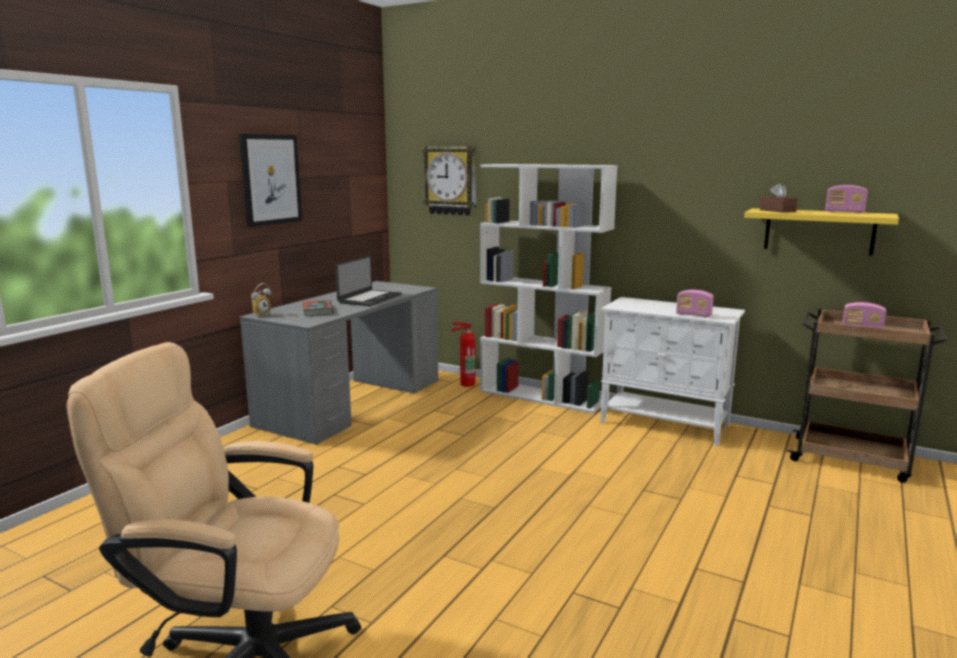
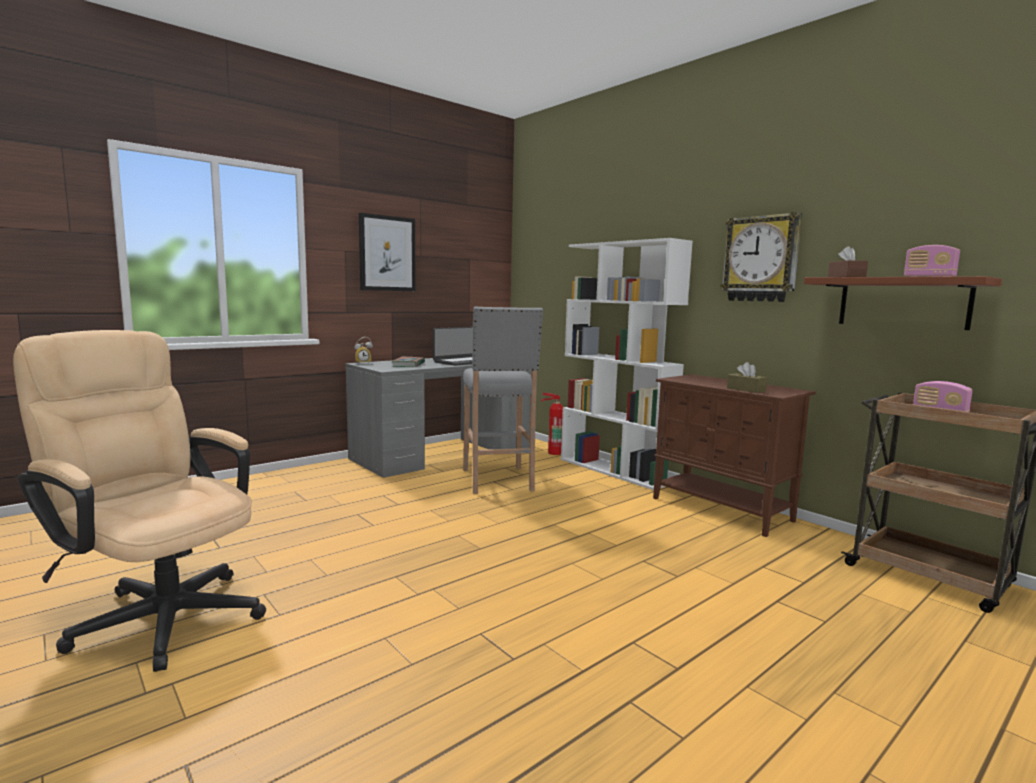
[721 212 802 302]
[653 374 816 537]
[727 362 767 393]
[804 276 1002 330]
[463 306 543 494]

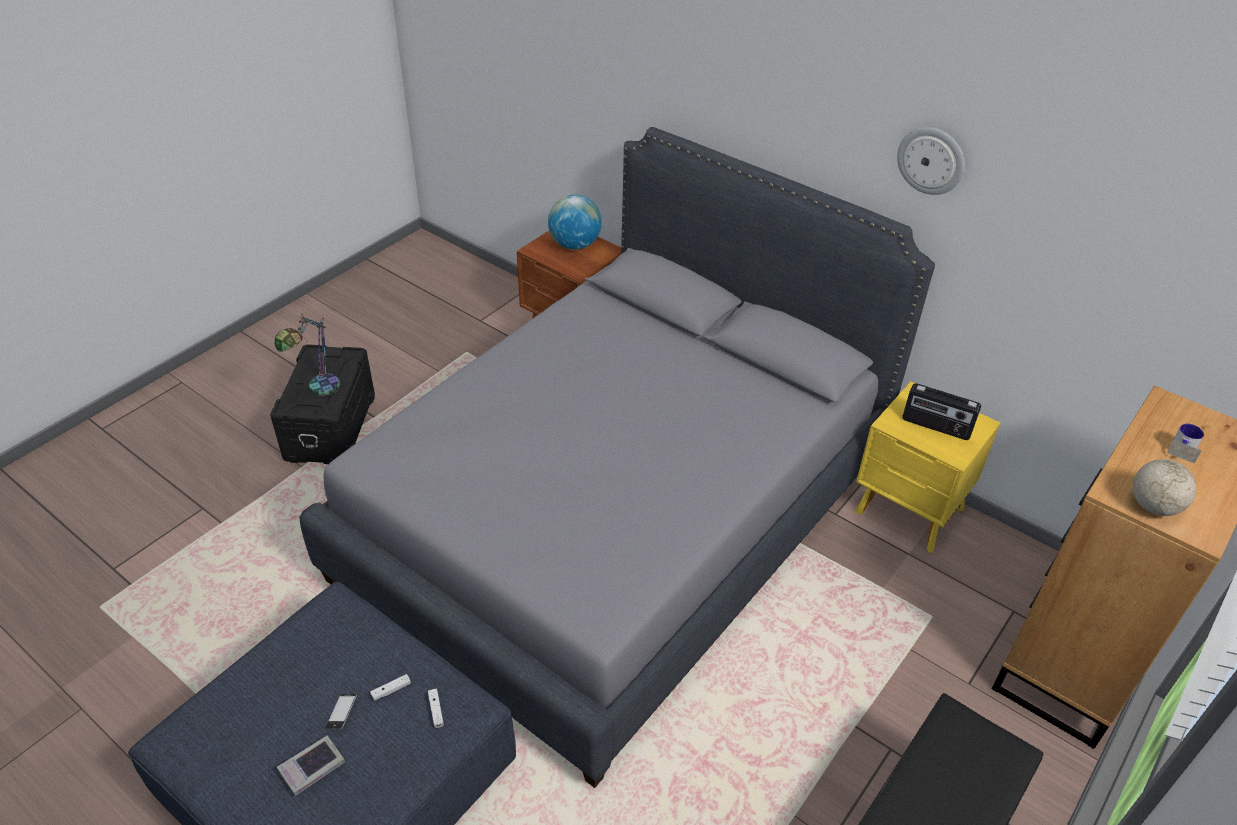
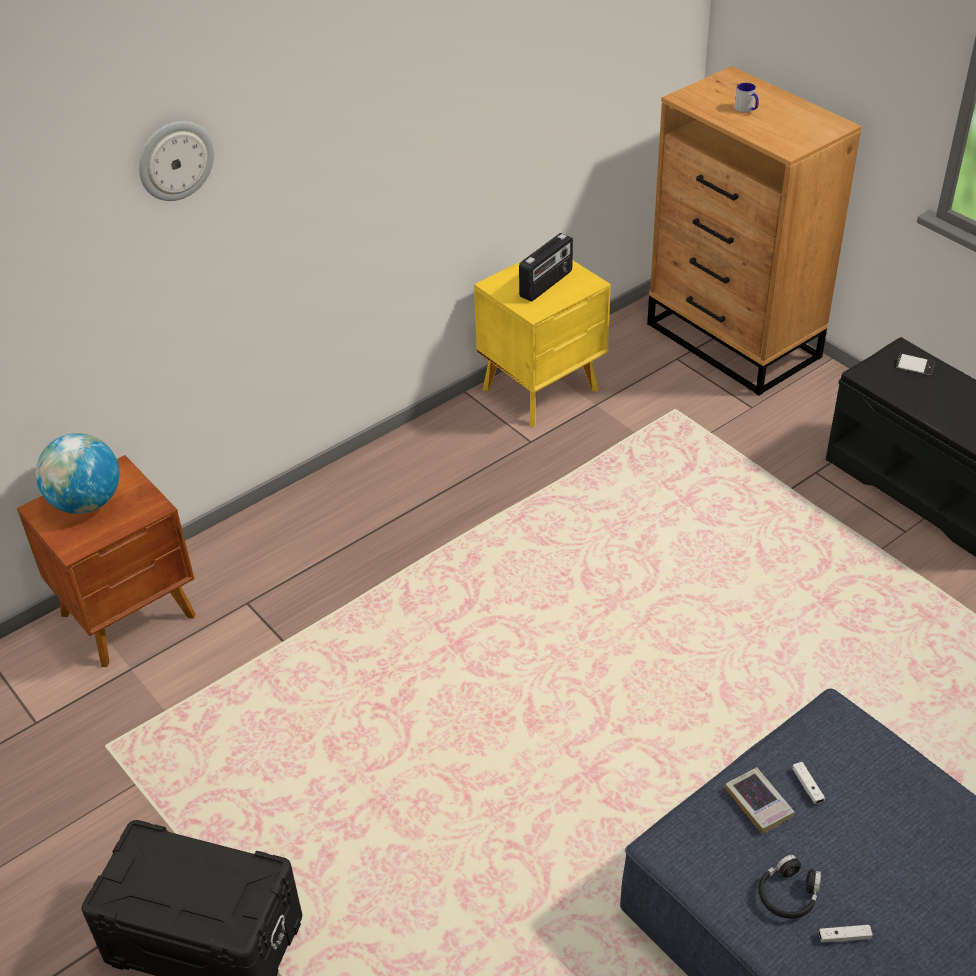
[274 314 340 396] (first image)
[725 767 795 834]
[300 127 935 788] (first image)
[896 353 935 375]
[819 925 873 943]
[139 121 214 201]
[1133 440 1202 516] (first image)
[759 855 821 919]

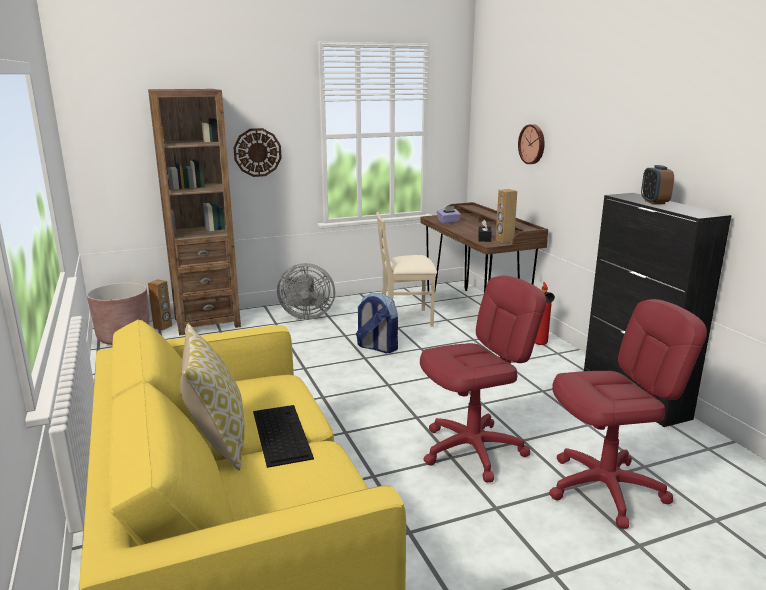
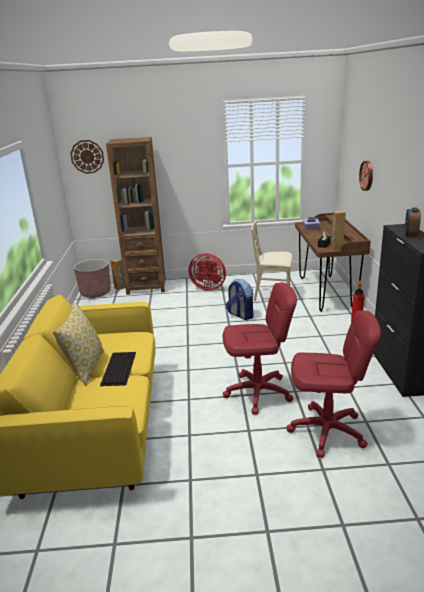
[70 140 104 174]
[189 253 226 291]

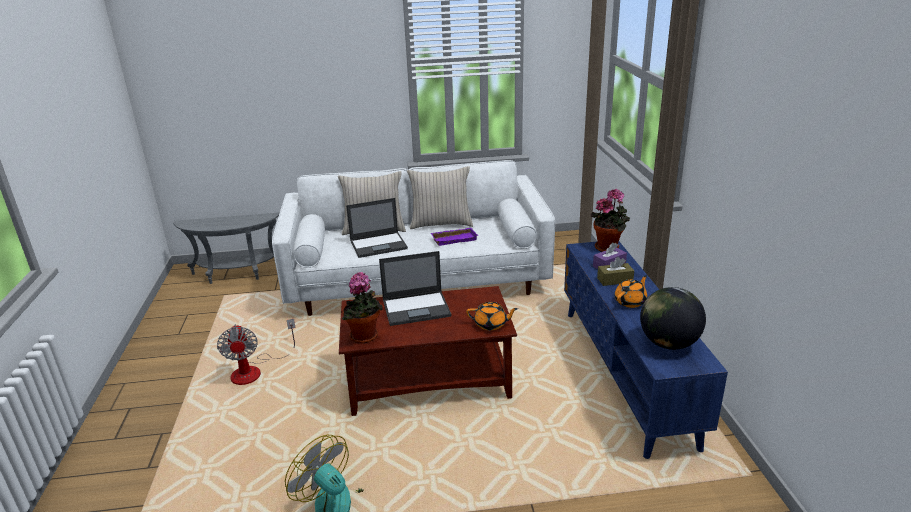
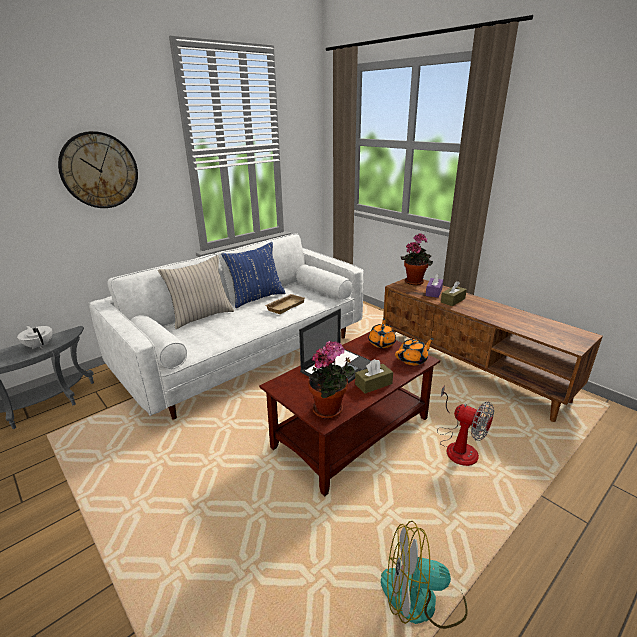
[437 385 494 466]
[346 198 408 258] (first image)
[221 242 286 308]
[265 294 305 314]
[383 279 603 422]
[368 318 396 348]
[640 287 706 350] (first image)
[17 326 52 349]
[58 131 138 208]
[355 359 393 394]

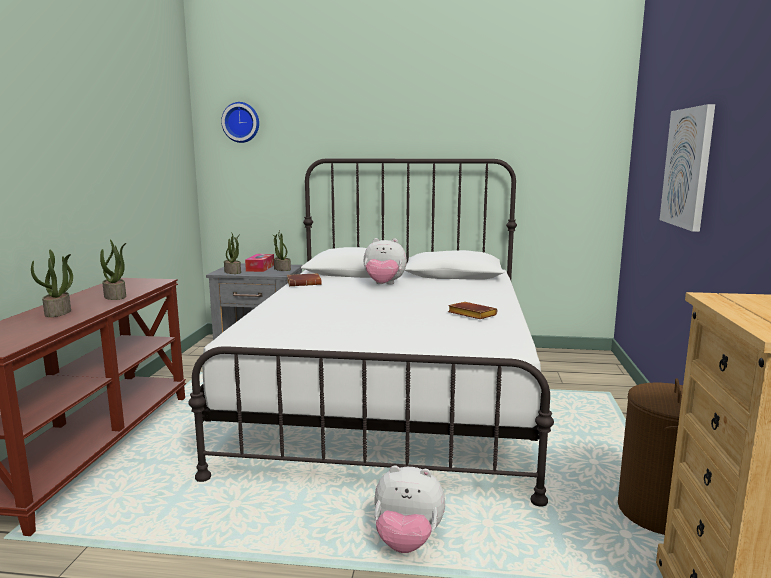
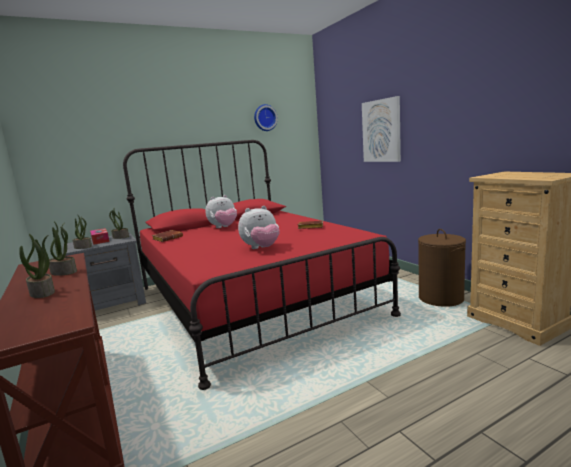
[123 140 401 390]
[254 104 278 131]
[238 206 280 249]

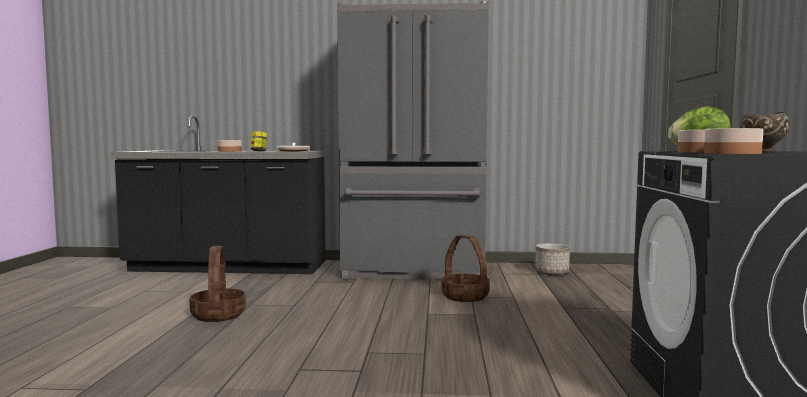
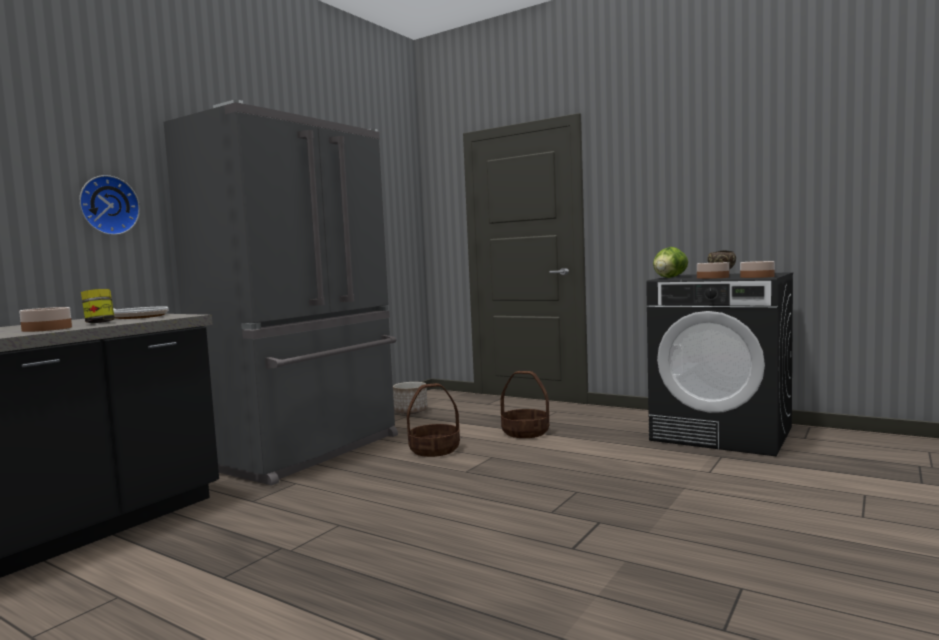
[500 371 549 438]
[79 175 140 235]

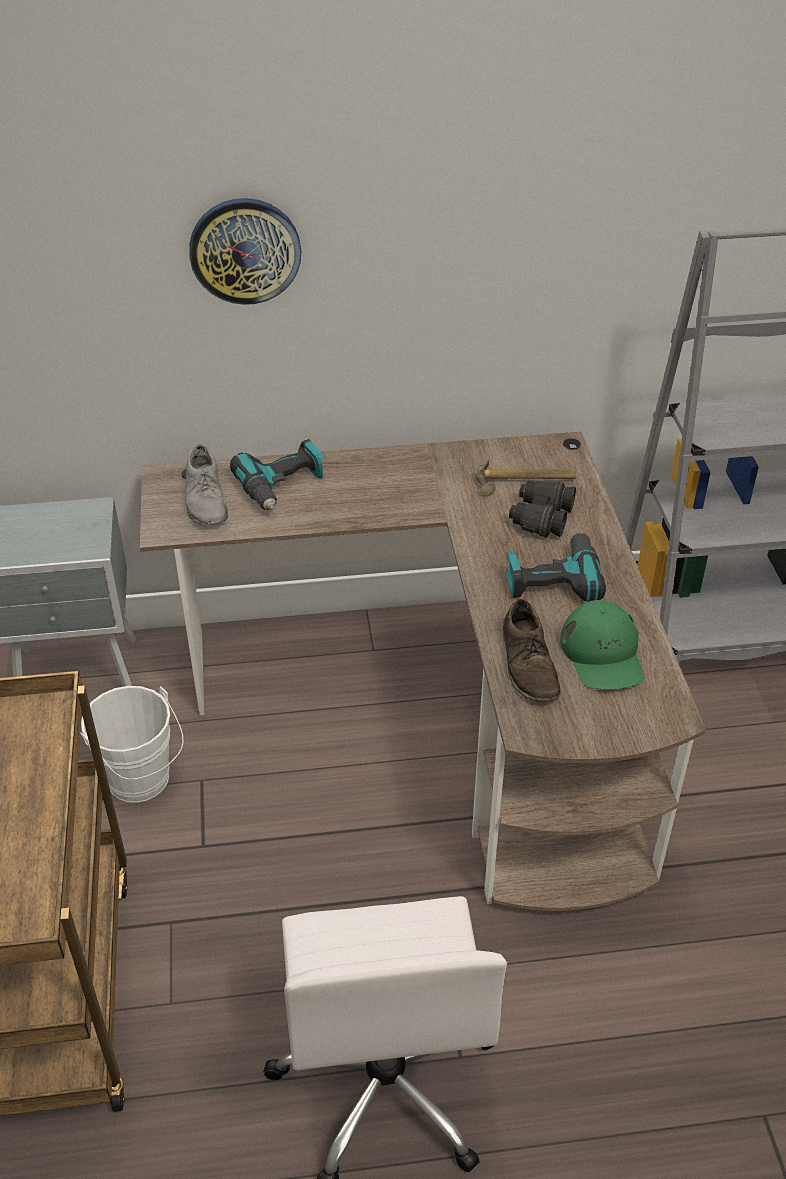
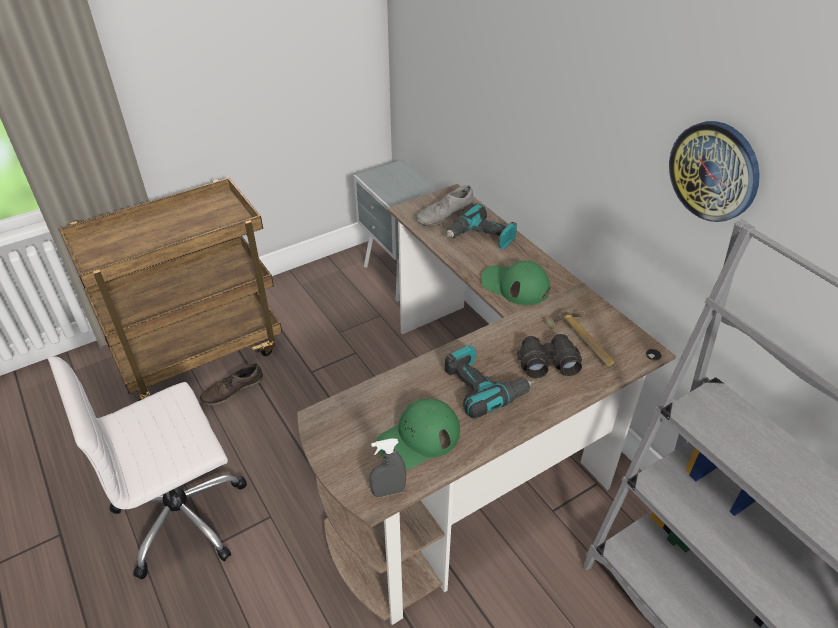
[80 686 184 802] (first image)
[669 121 760 222]
[200 363 263 405]
[369 438 406 497]
[481 260 550 305]

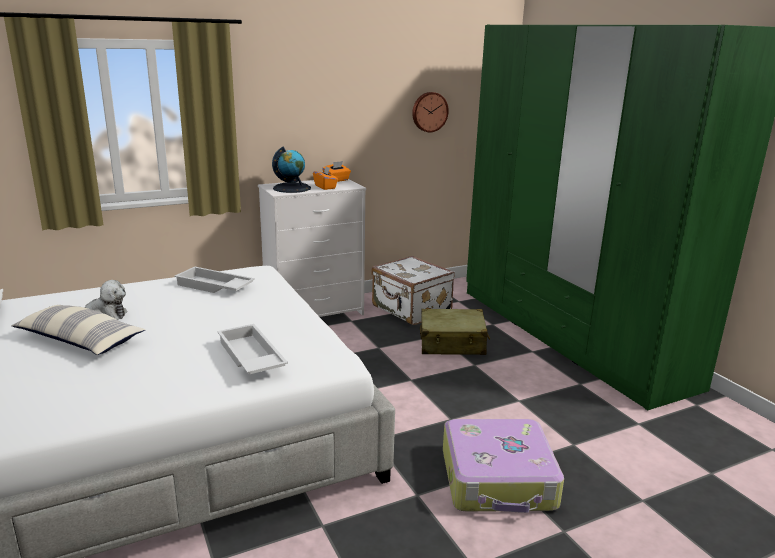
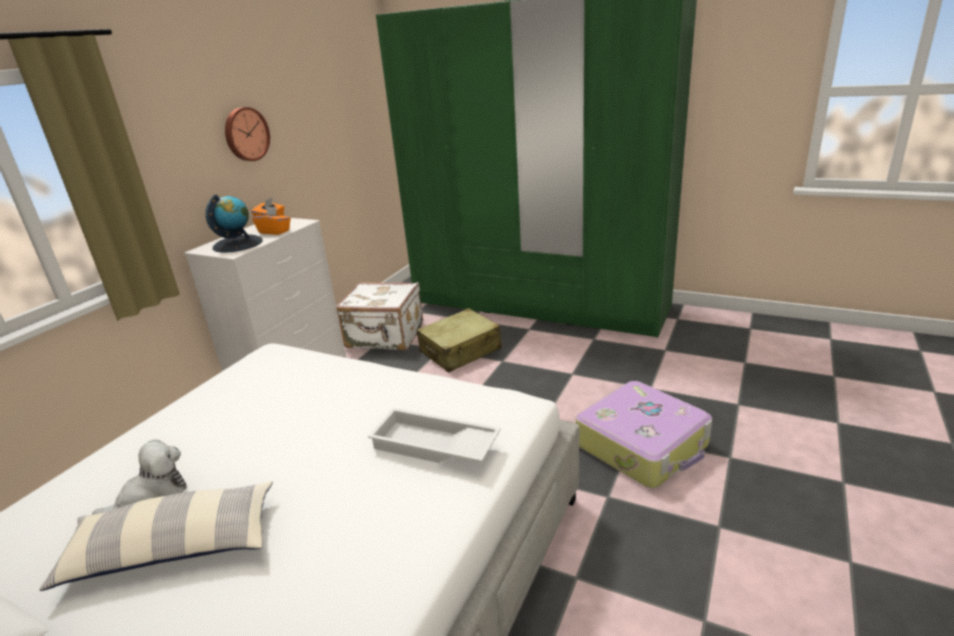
[174 267 255 293] (first image)
[225 107 270 161]

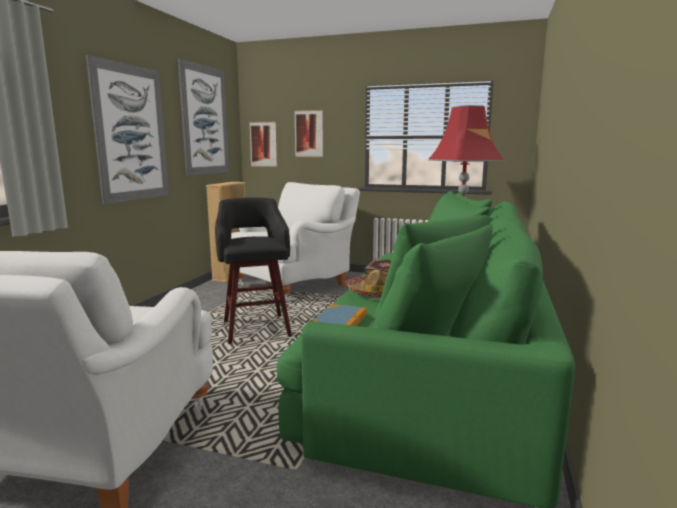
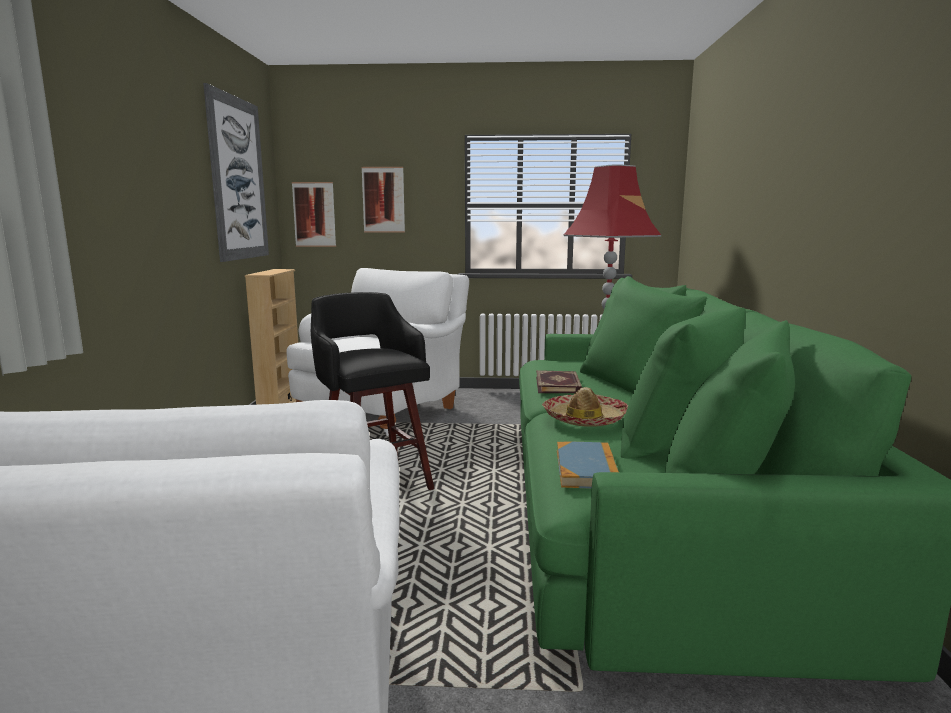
[86 55 169 204] (first image)

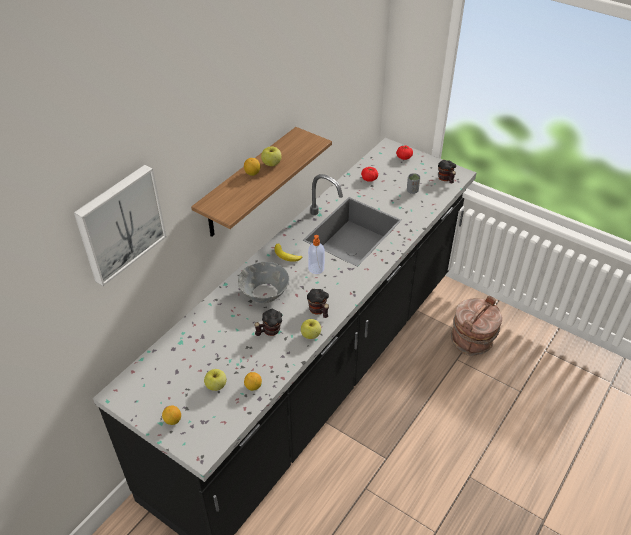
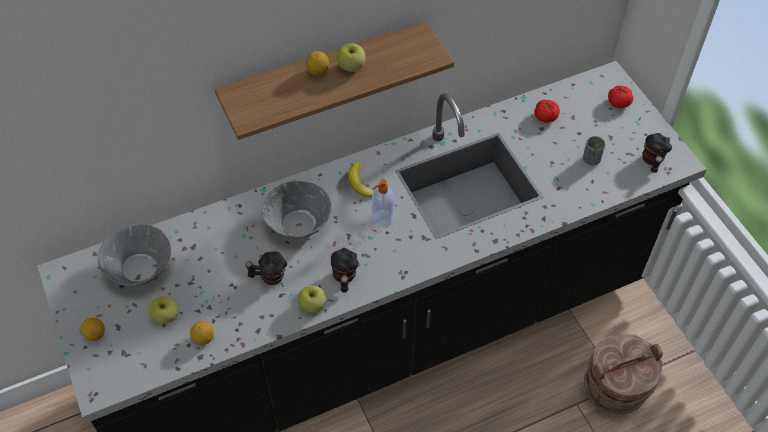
[74 165 167 286] (first image)
[98 224 171 286]

